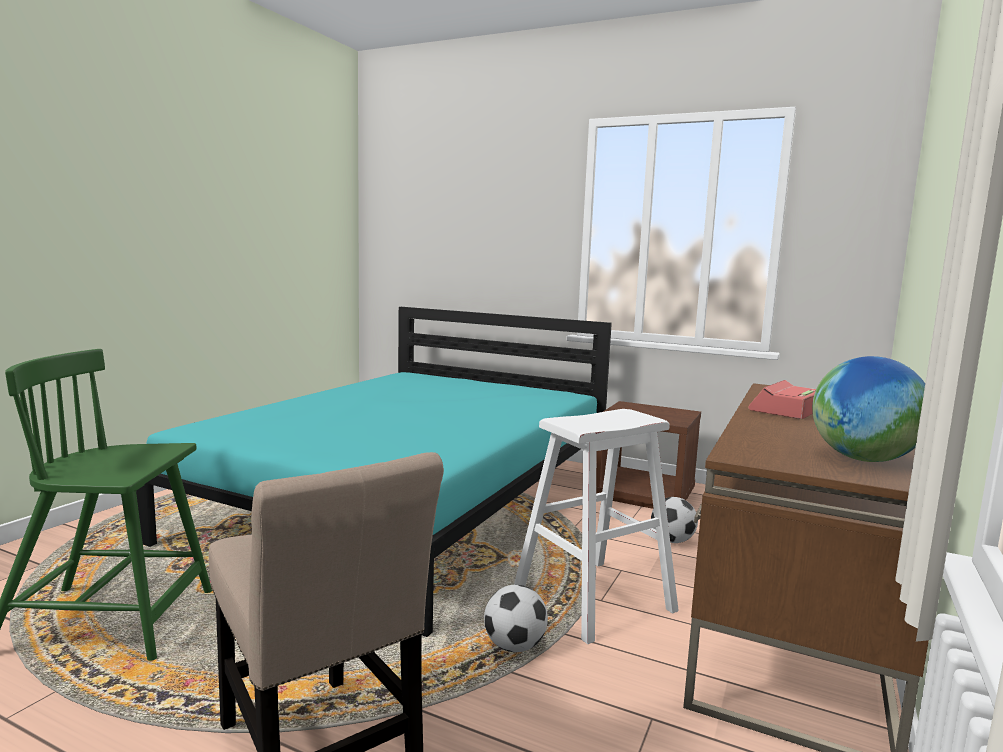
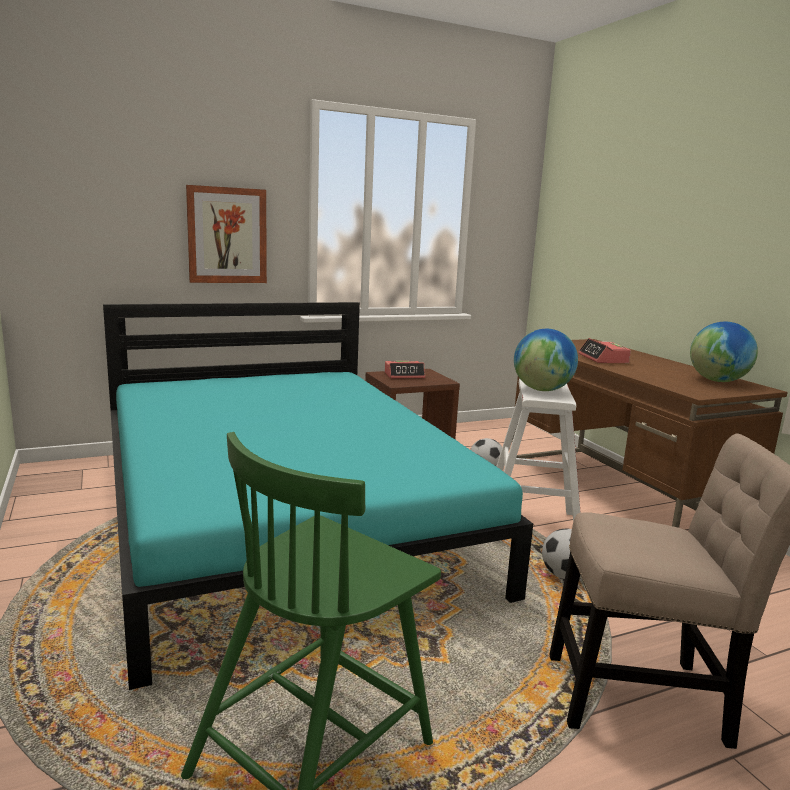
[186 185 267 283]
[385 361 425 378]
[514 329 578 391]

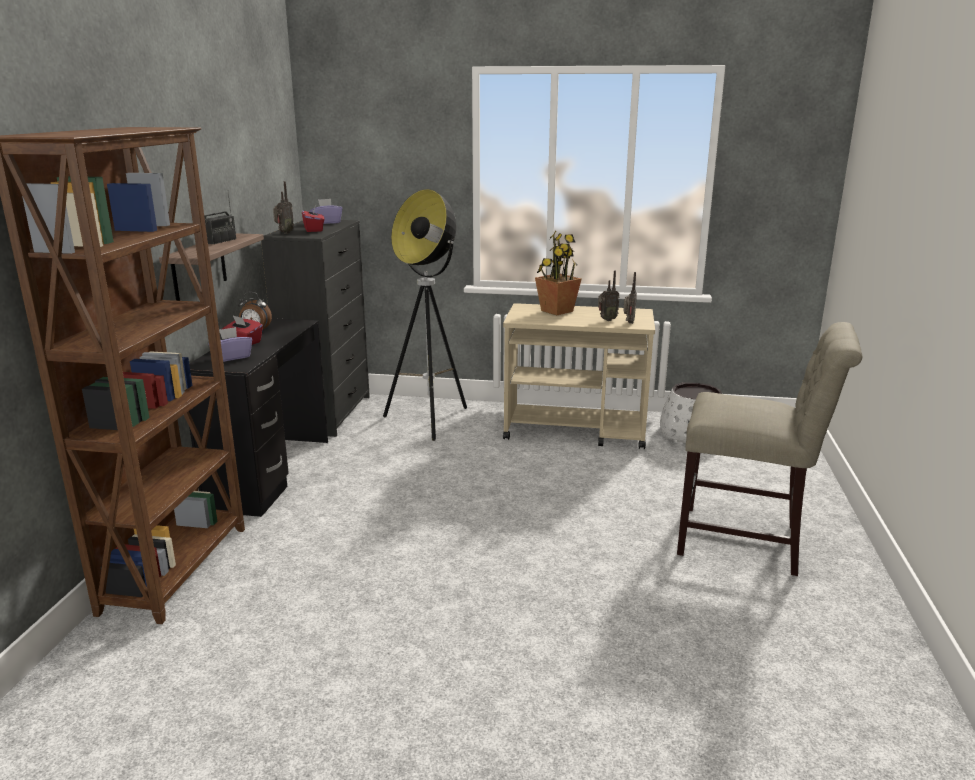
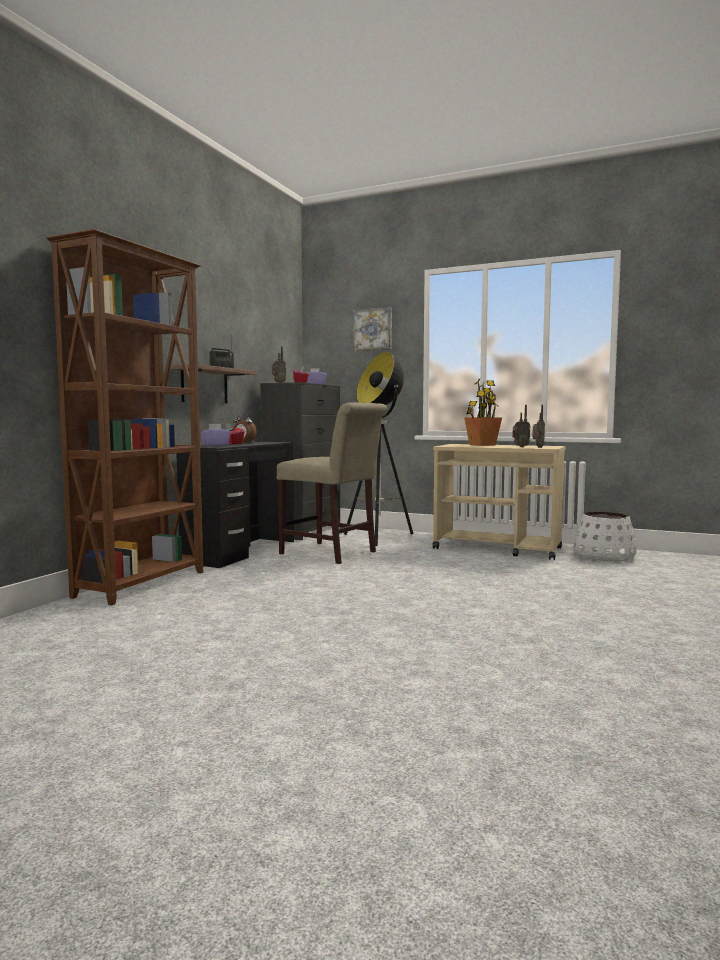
[277 402 387 564]
[353 307 392 351]

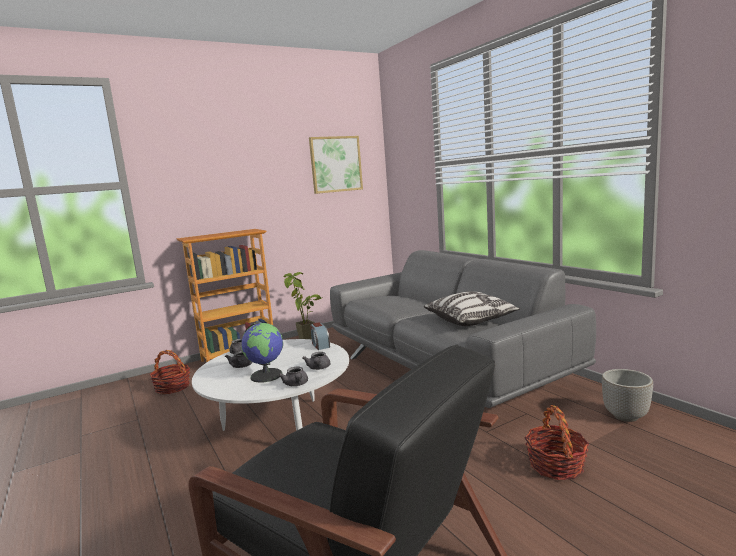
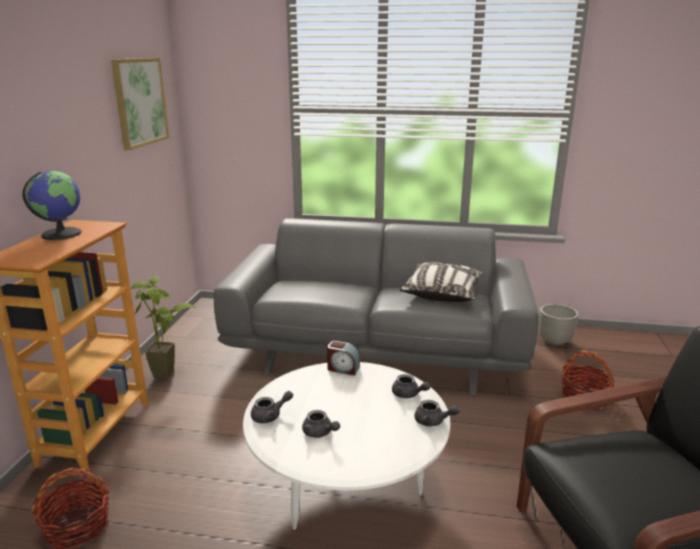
[22 171 82 240]

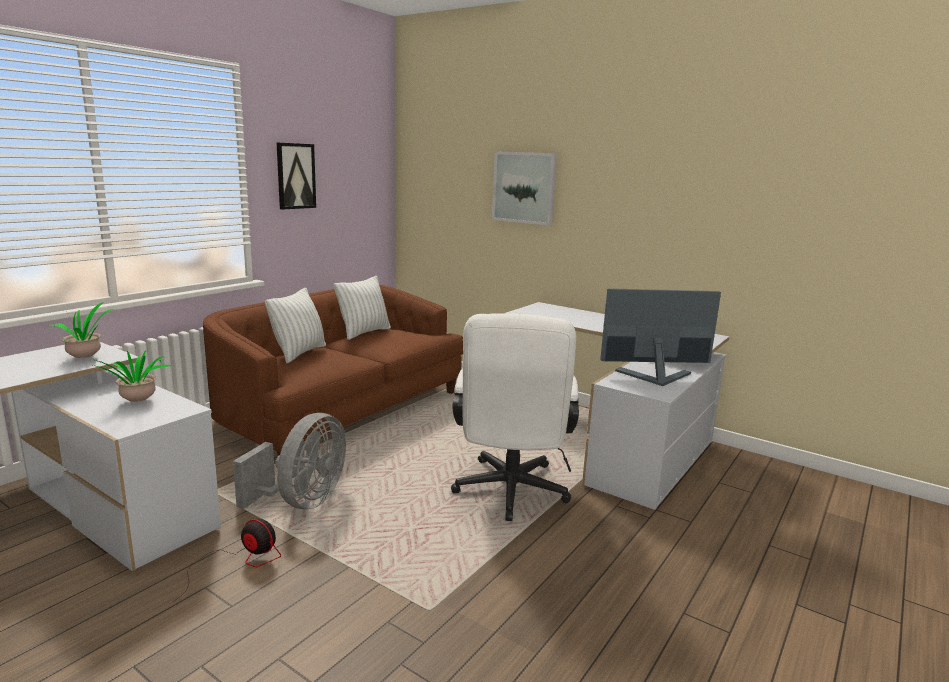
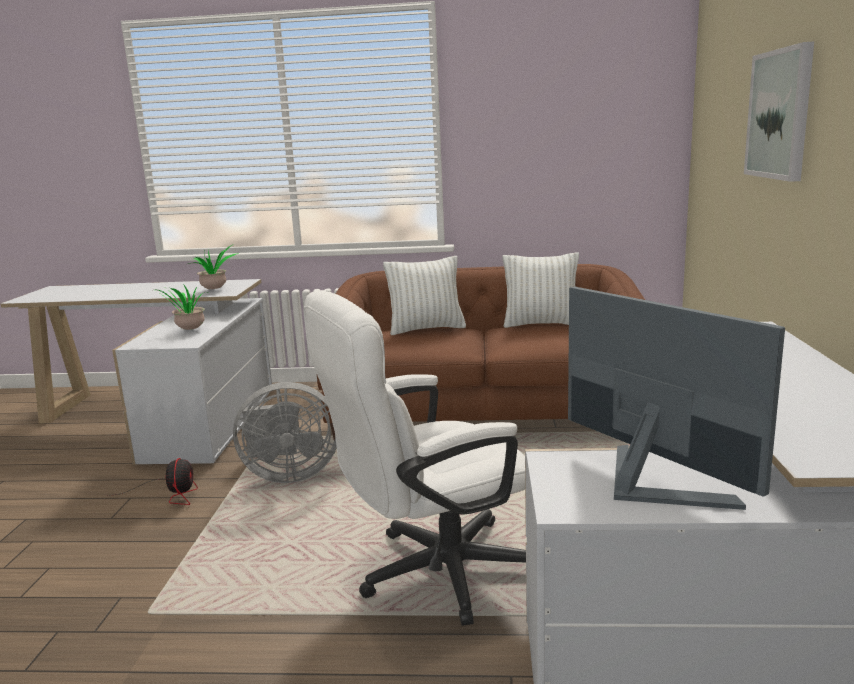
[276 142 316 210] (first image)

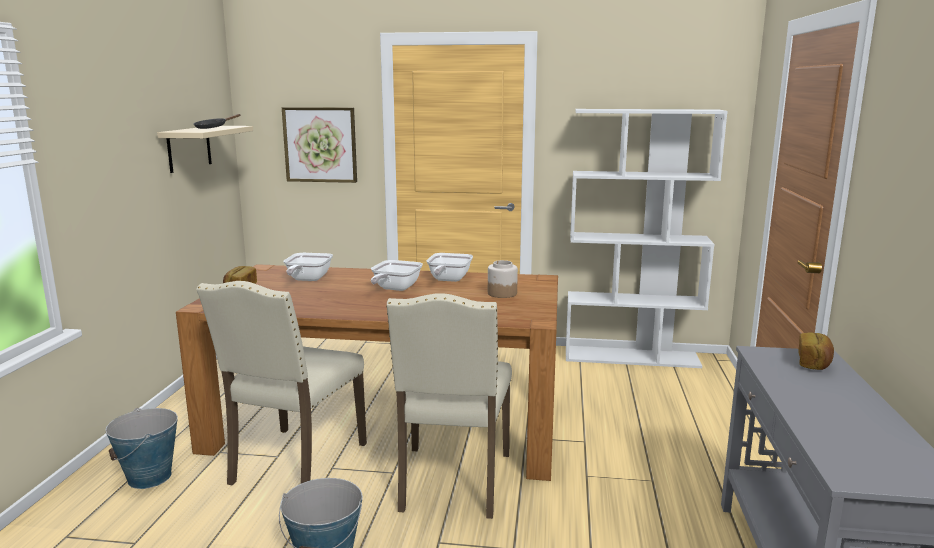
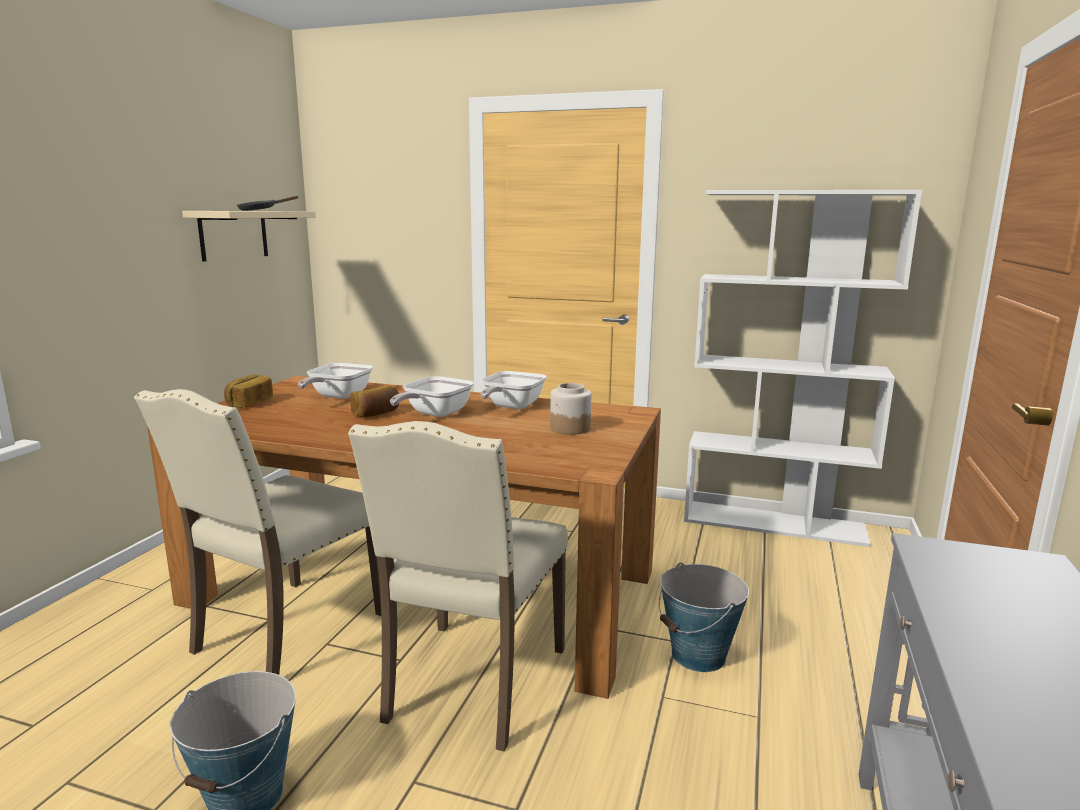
[659 562 749 672]
[282 107 357 183] (first image)
[350 386 399 417]

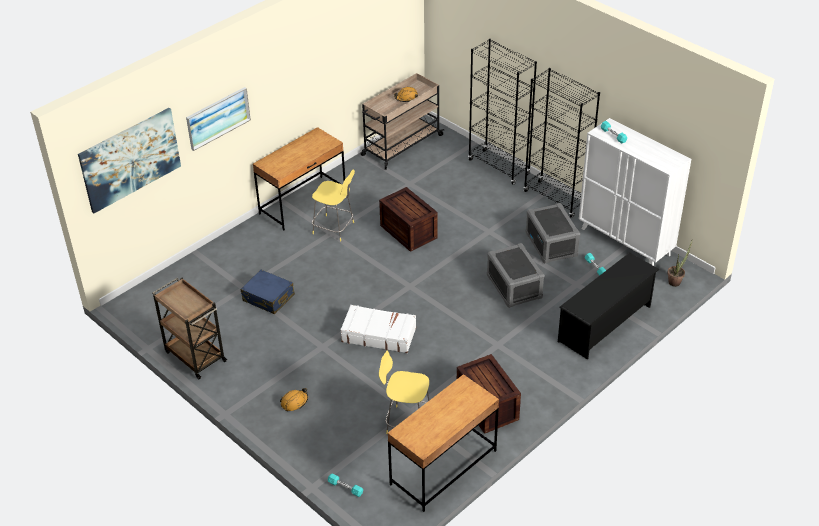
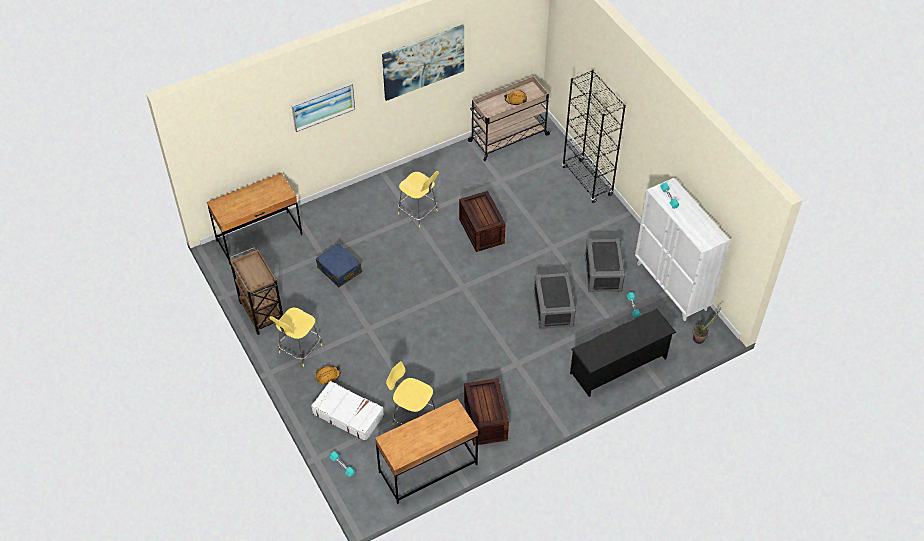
[382 24 464 101]
[207 173 302 265]
[311 381 384 442]
[524 68 600 218] (first image)
[269 308 322 367]

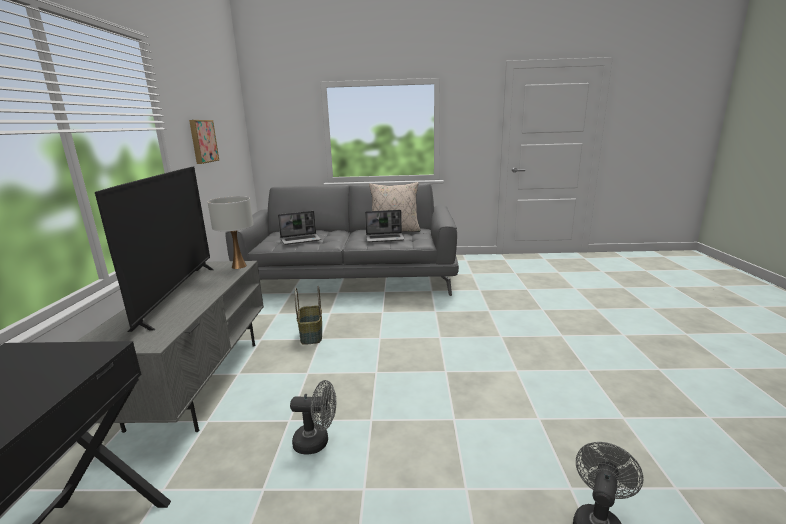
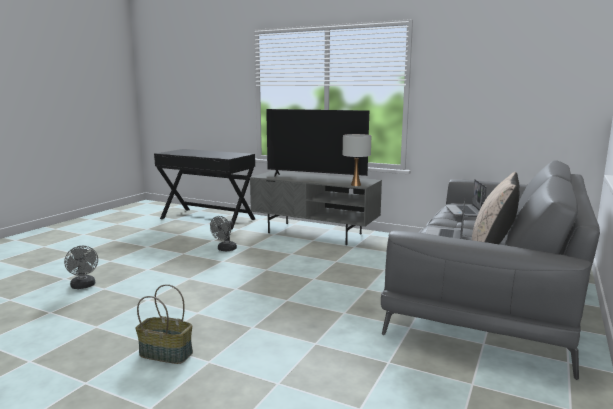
[189 120 219 164] (first image)
[135 284 193 364]

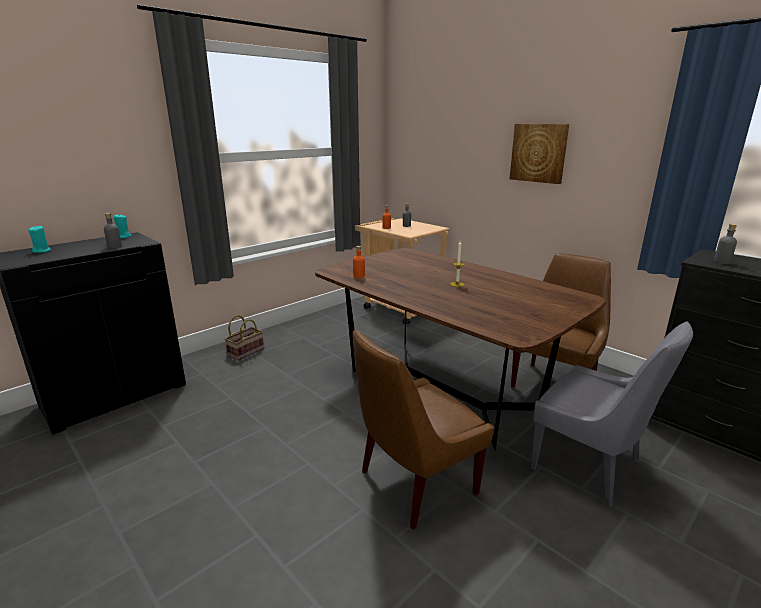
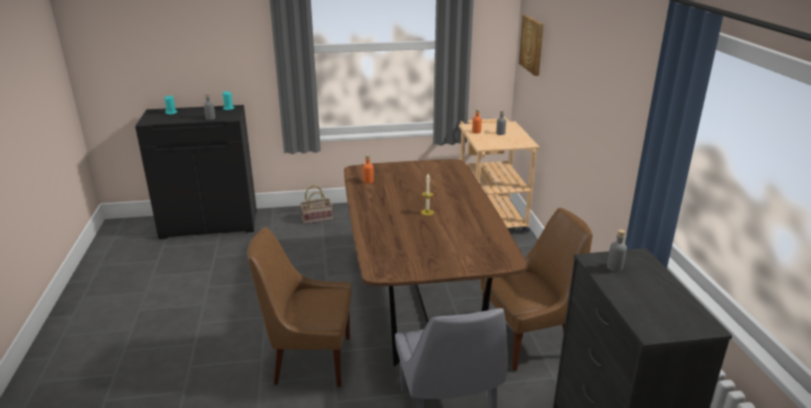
[519 15 544 76]

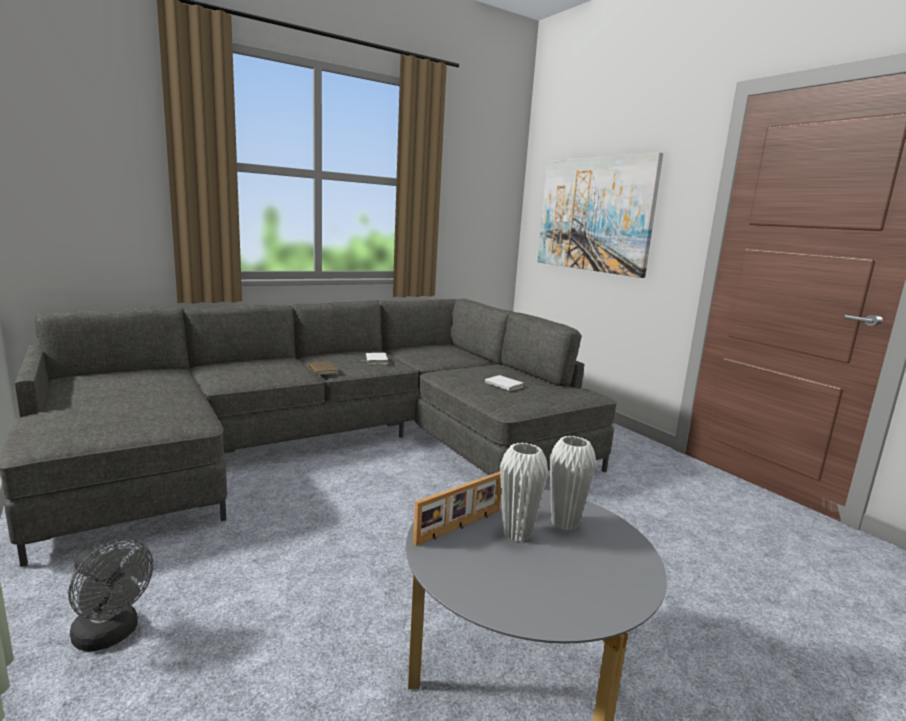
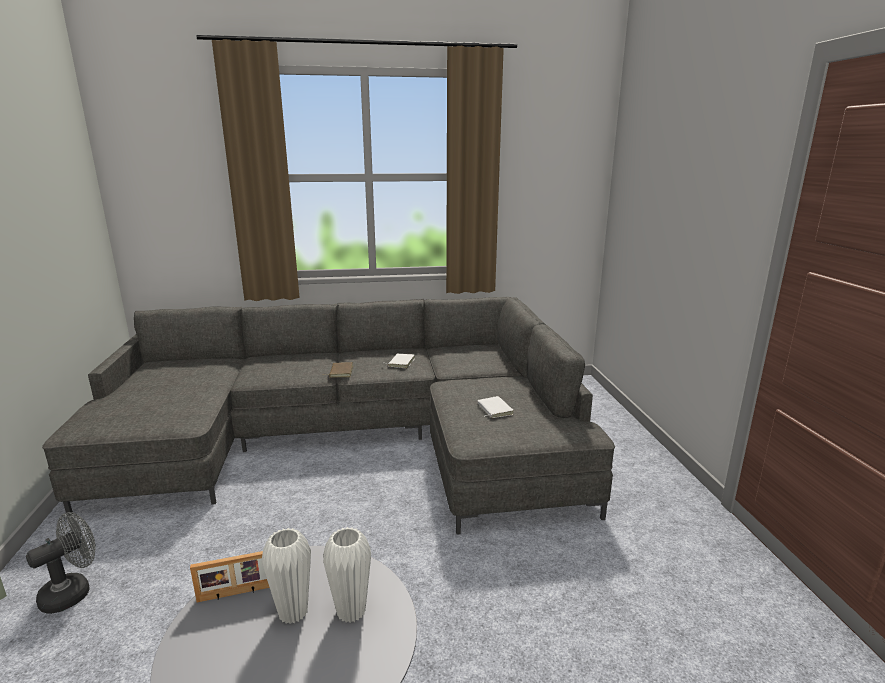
[26 512 96 614]
[537 152 663 278] (first image)

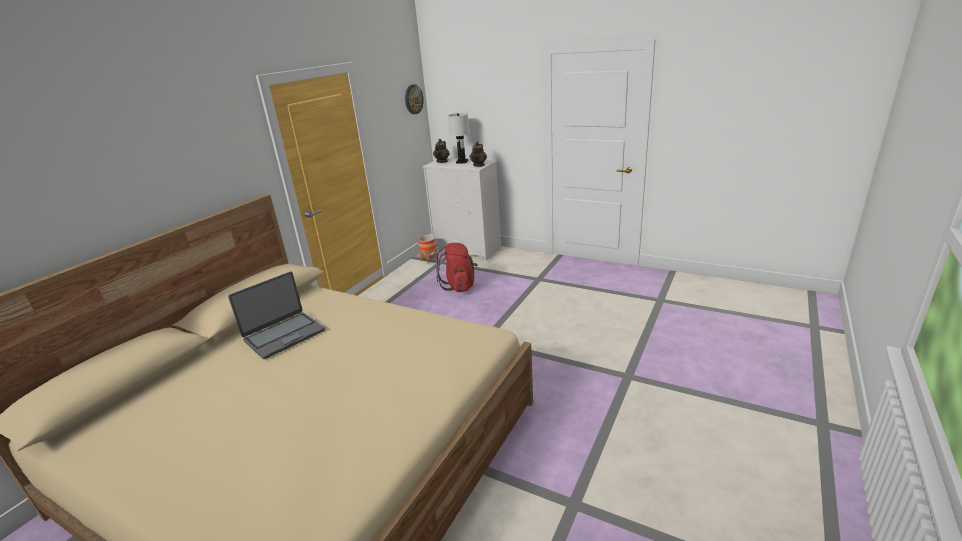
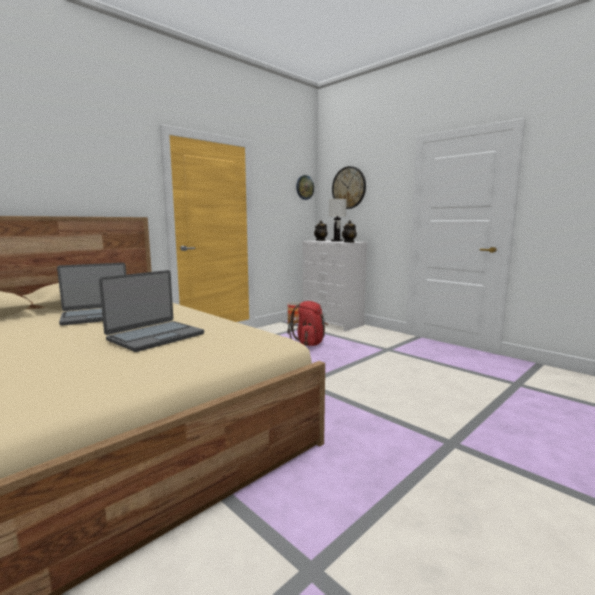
[99 270 204 352]
[332 166 366 209]

